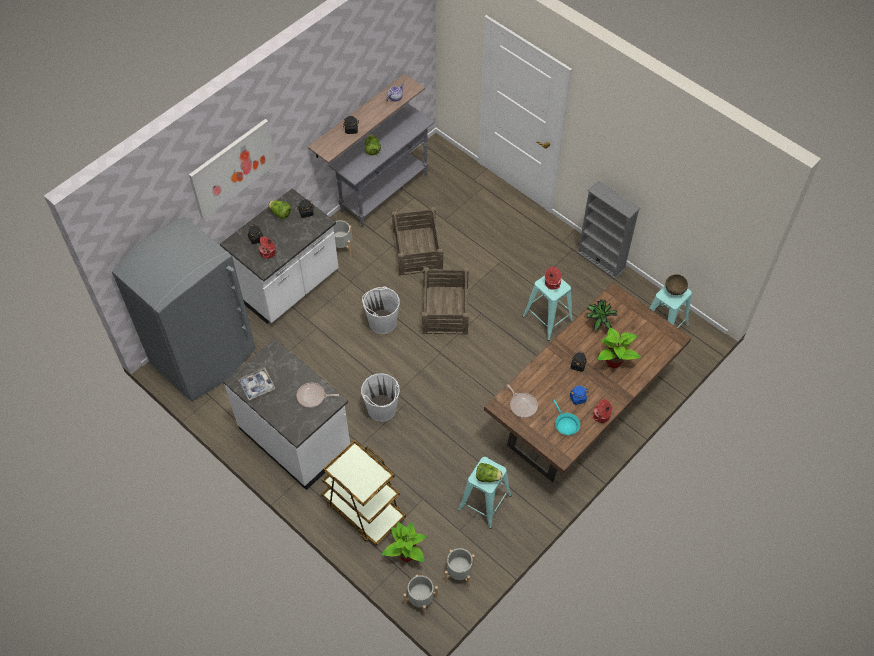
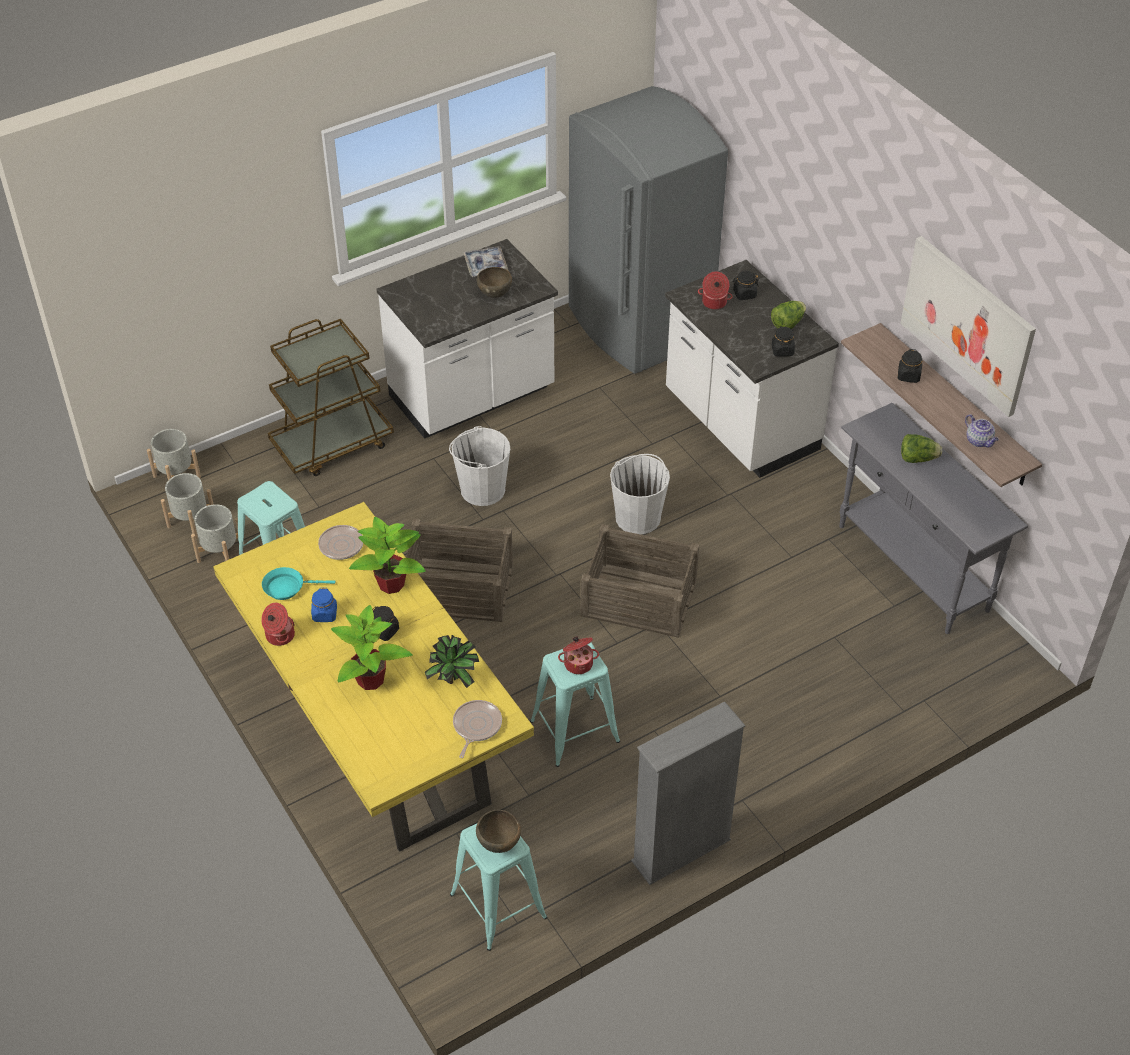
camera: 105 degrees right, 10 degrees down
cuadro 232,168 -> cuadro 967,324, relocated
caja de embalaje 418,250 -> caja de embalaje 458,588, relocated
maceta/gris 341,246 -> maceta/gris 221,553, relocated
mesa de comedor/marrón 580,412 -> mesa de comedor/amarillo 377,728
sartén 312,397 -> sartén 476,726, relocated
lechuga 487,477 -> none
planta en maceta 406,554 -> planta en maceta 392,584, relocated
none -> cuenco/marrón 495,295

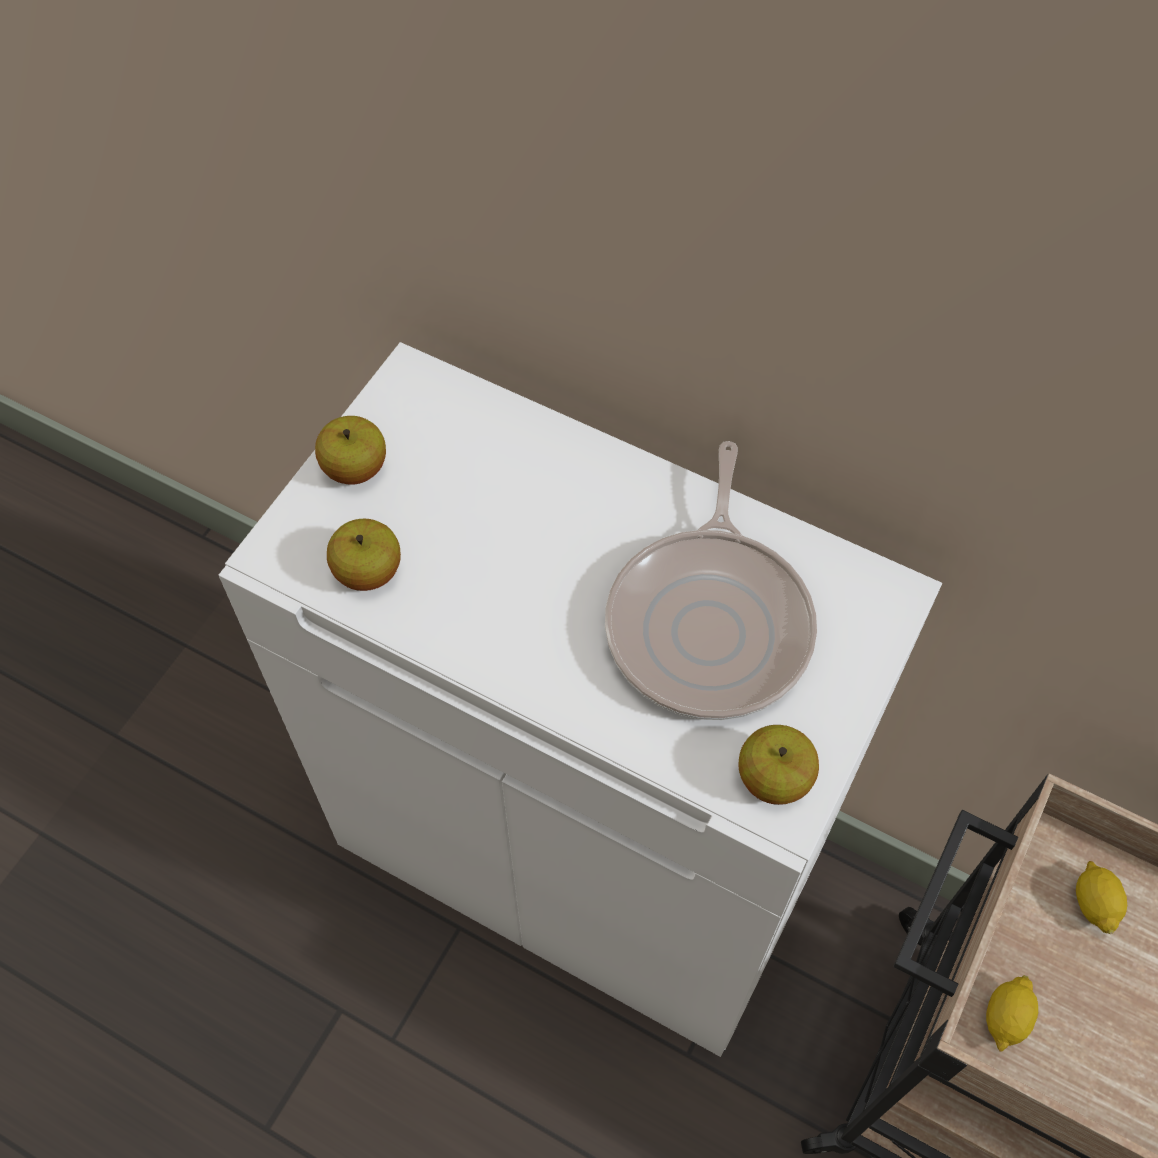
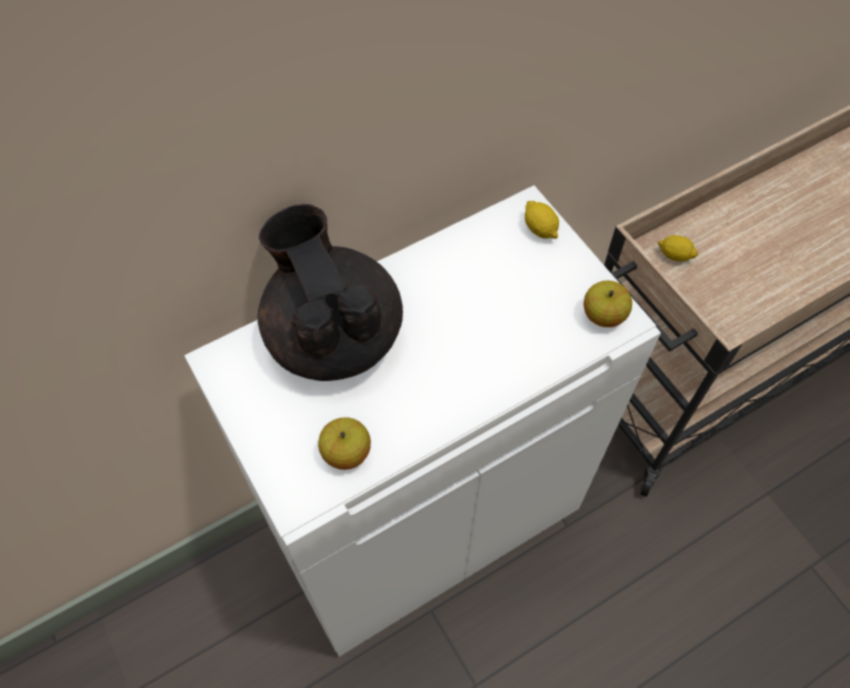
camera: 60 degrees left, 0 degrees up
manzana 355,468 -> none
sartén 711,622 -> none
limón 1005,1018 -> limón 540,229, relocated
none -> tetera/negro 333,335

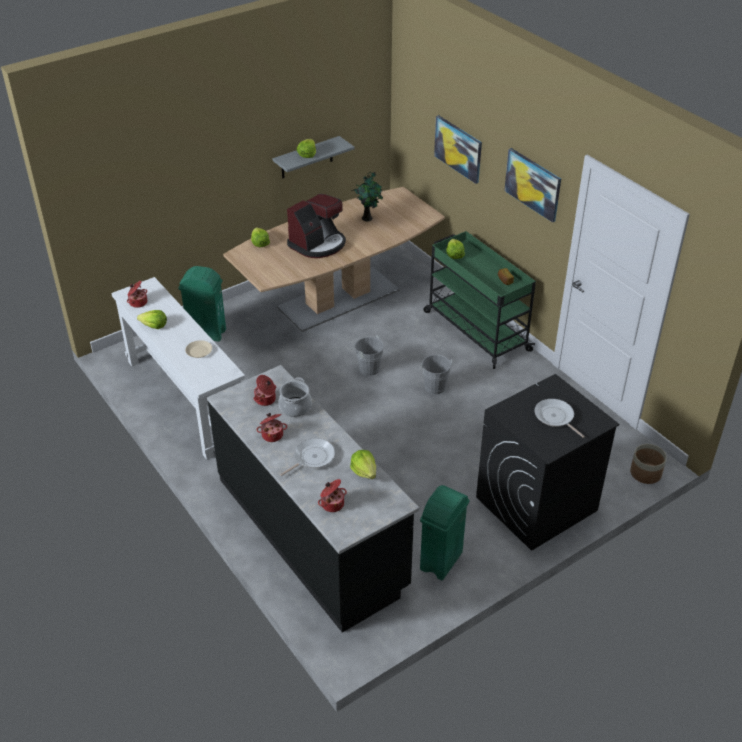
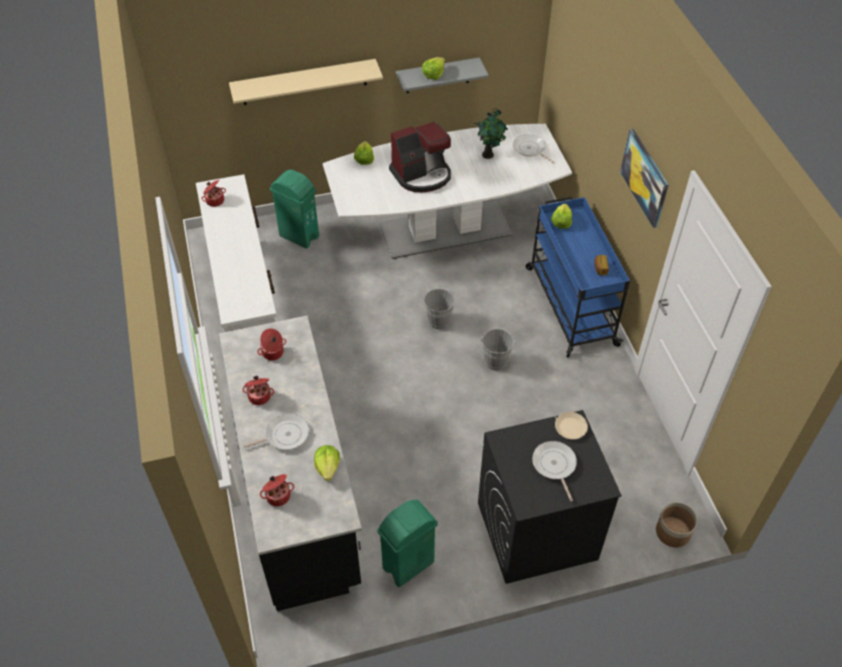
camera: 20 degrees right, 10 degrees up
cuadro 458,148 -> none
mesa de comedor/marrón 338,299 -> mesa de comedor/blanco 444,229
carrito/verde 475,330 -> carrito/azul 570,304
lechuga 154,326 -> none
plato/beis 198,351 -> plato/beis 570,427, relocated
olla 295,407 -> none
none -> estante/beis 304,82
none -> sartén 530,149

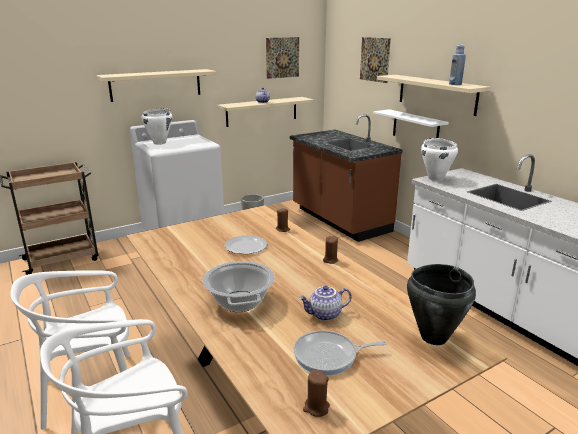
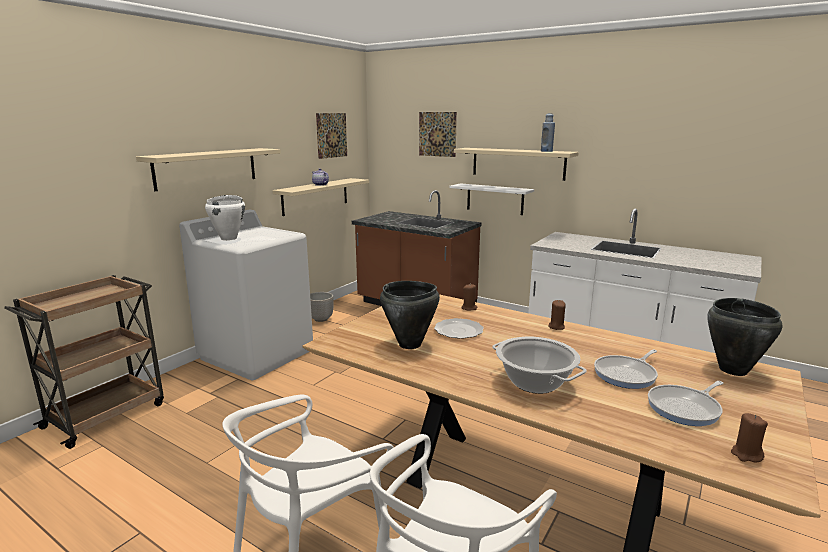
camera: 25 degrees left, 5 degrees down
olla/blanco 435,178 -> none
tetera 325,315 -> sartén 627,374
none -> olla/negro 410,344

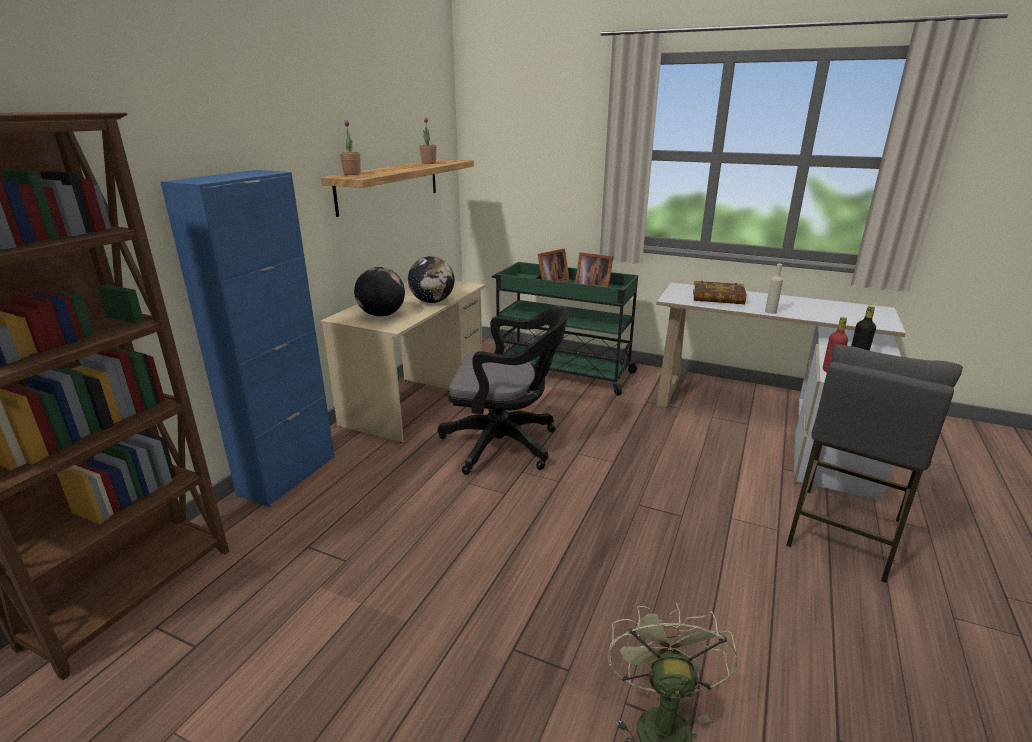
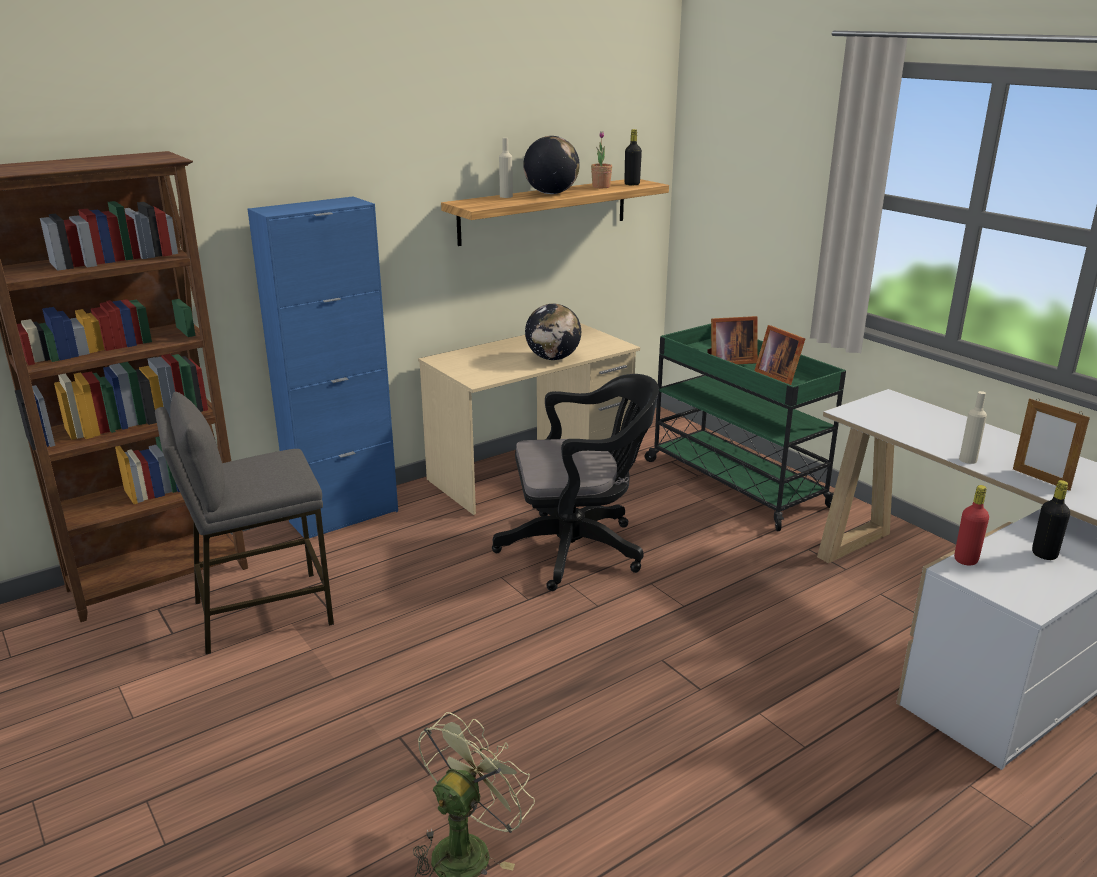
camera: 30 degrees right, 0 degrees up
planta en maceta 352,174 -> none
globo terráqueo 382,315 -> globo terráqueo 551,193, relocated
libro 718,297 -> none
silla de oficina/negro 506,445 -> silla de oficina/negro 578,549, 45 degrees counterclockwise
taburete/gris 842,532 -> taburete/gris 262,612, relocated
none -> botella/negro 632,184
none -> botella/beis 506,196
none -> portarretratos 1041,479

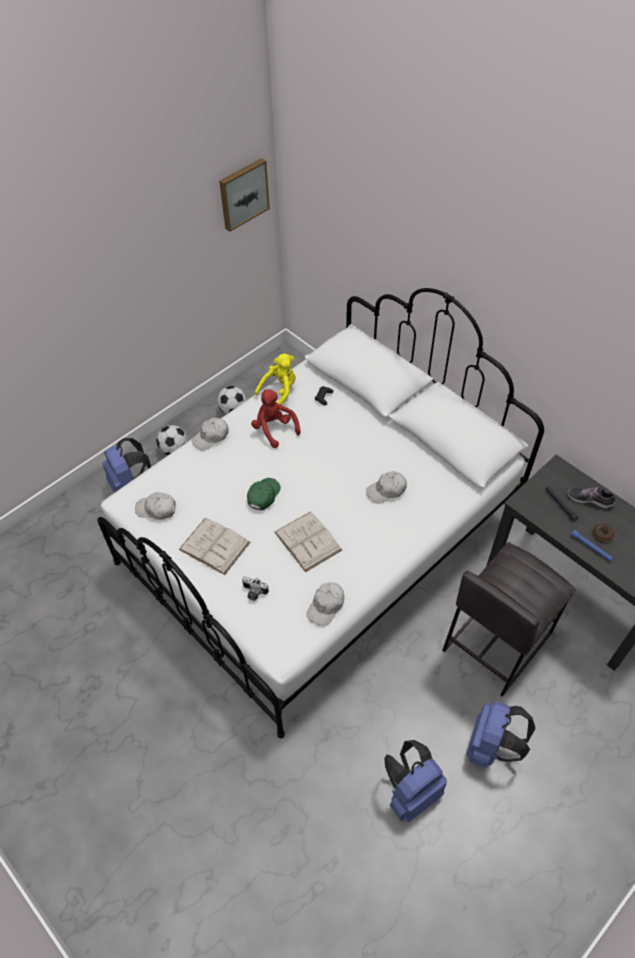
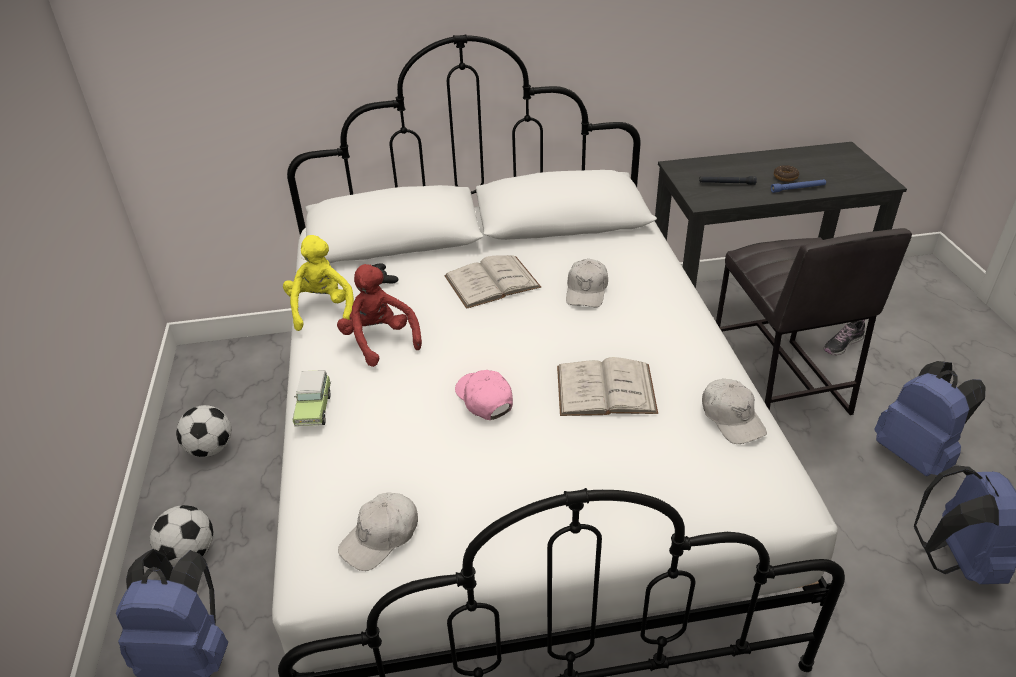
camera: 55 degrees left, 15 degrees down
cuadro 243,194 -> none
peluche/rojo 274,429 -> peluche/rojo 379,340, 60 degrees clockwise
gorra/blanco 211,437 -> coche de juguete 314,408
gorra/verde 263,496 -> gorra/rosa 484,399
zapato 589,499 -> zapato 842,344, relocated
libro/blanco 214,546 -> libro/blanco 492,281, relocated
cámara 253,593 -> none

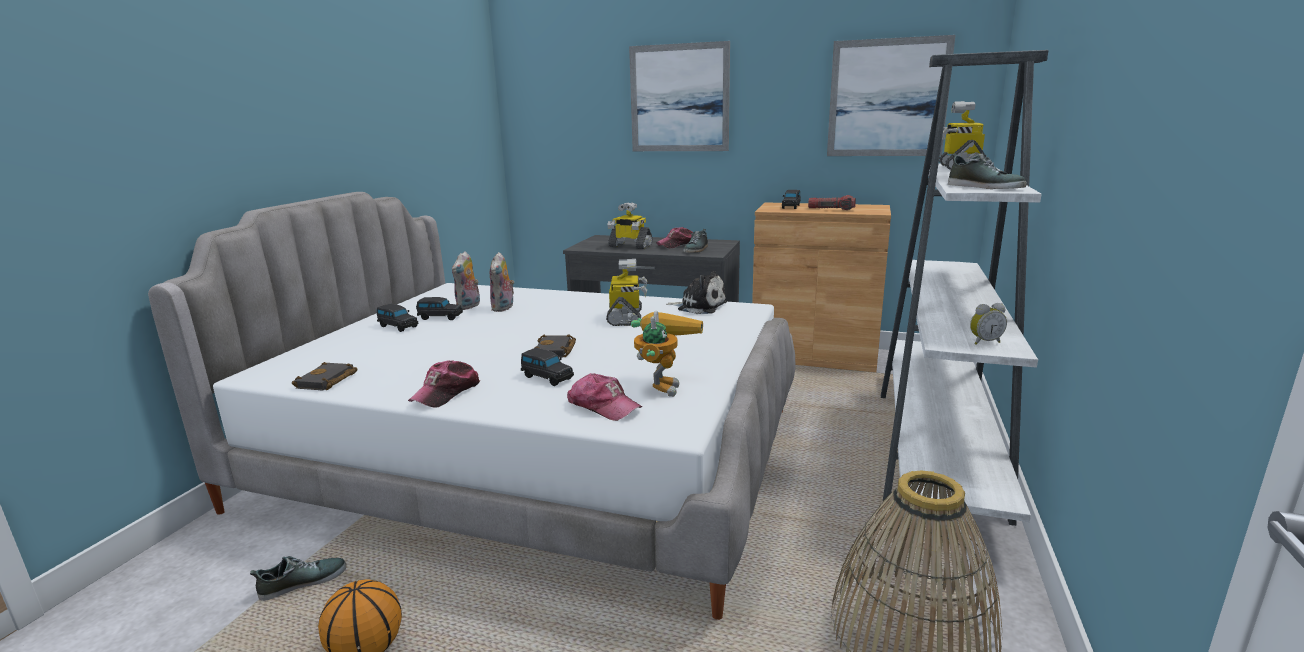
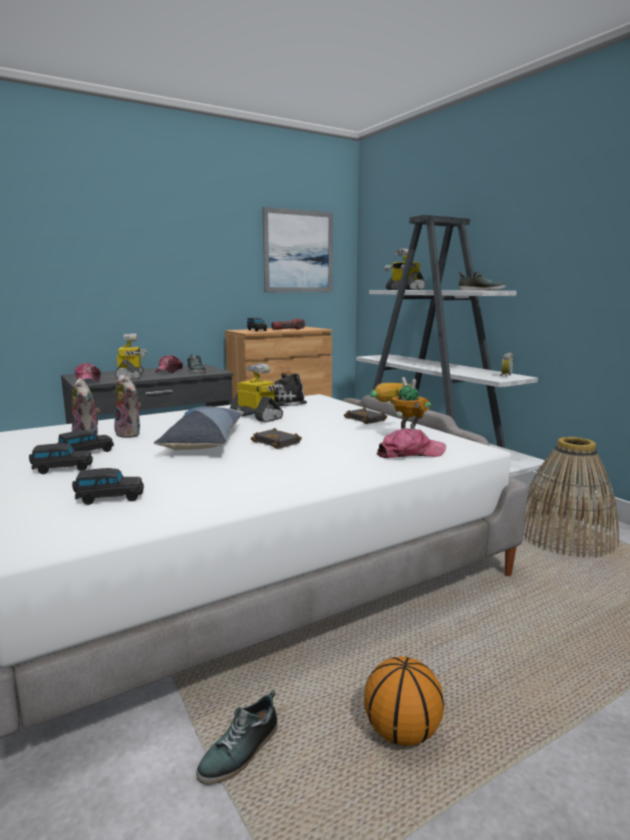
camera: 50 degrees left, 5 degrees down
cuadro 679,98 -> none
robot de juguete 629,246 -> robot de juguete 131,376, 75 degrees counterclockwise
coche de juguete/negro 546,377 -> coche de juguete/negro 109,498, relocated
gorra 446,393 -> gorra 88,380, relocated
libro/negro 327,381 -> libro/negro 367,419, relocated
zapato 303,582 -> zapato 240,751, 150 degrees counterclockwise
none -> cojín 203,441

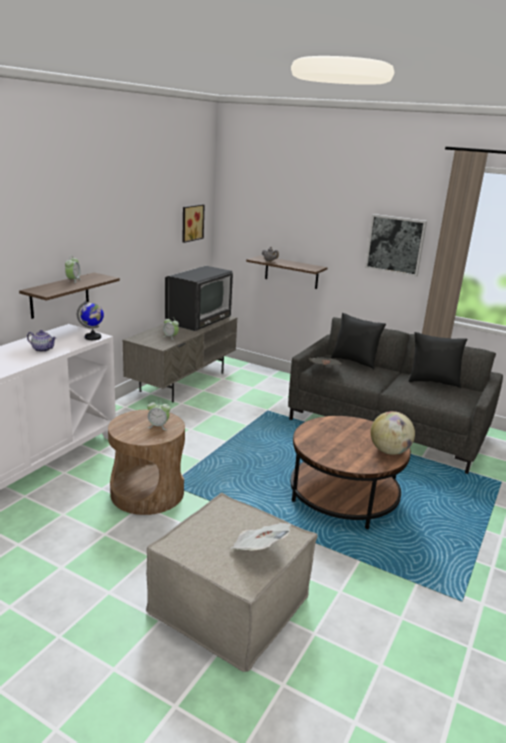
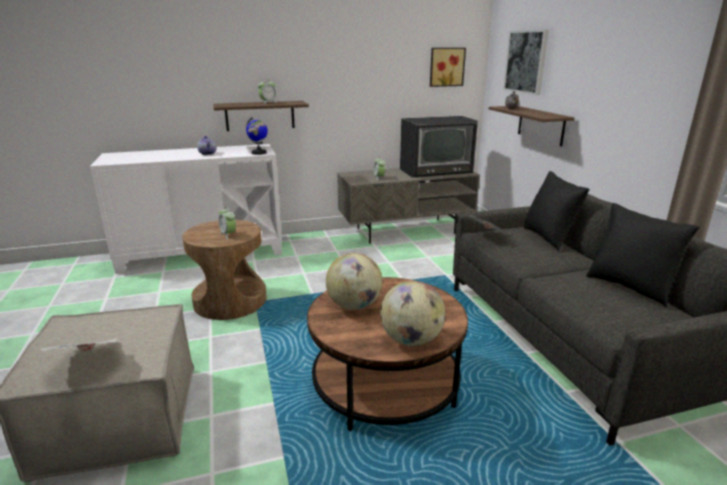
camera: 45 degrees right, 0 degrees up
cuadro 395,244 -> cuadro 526,61, relocated
none -> globo terráqueo 354,306

